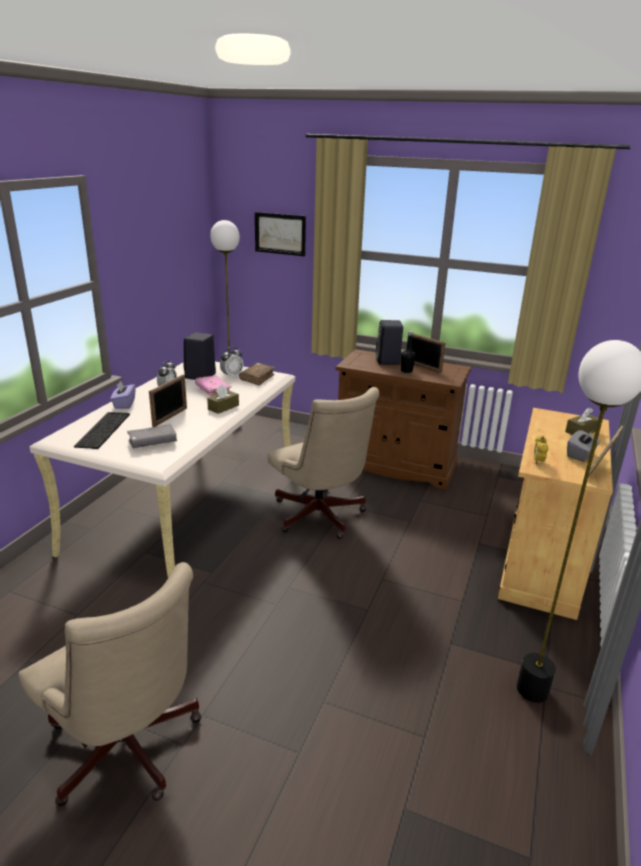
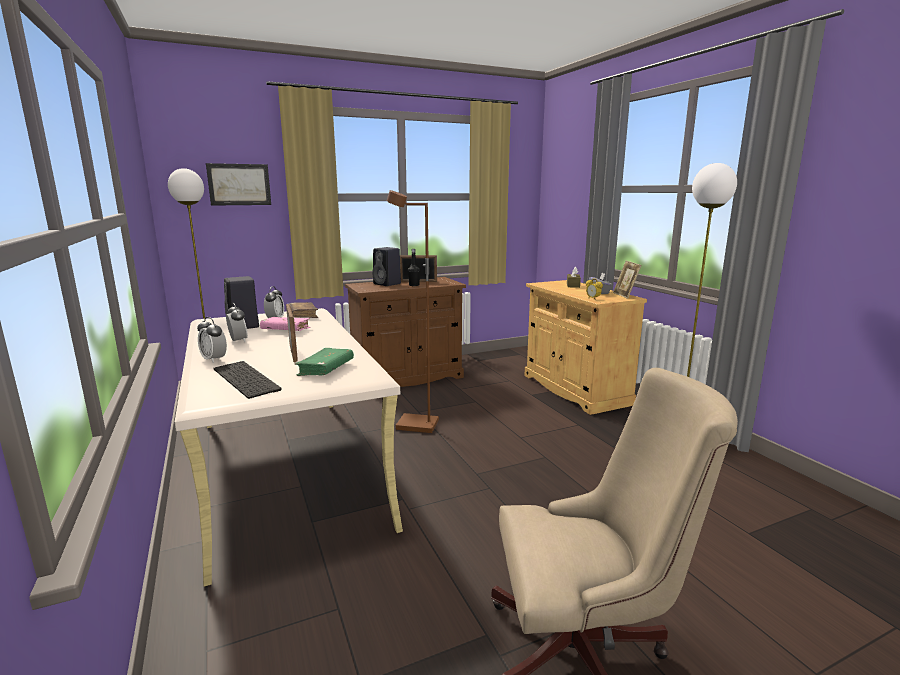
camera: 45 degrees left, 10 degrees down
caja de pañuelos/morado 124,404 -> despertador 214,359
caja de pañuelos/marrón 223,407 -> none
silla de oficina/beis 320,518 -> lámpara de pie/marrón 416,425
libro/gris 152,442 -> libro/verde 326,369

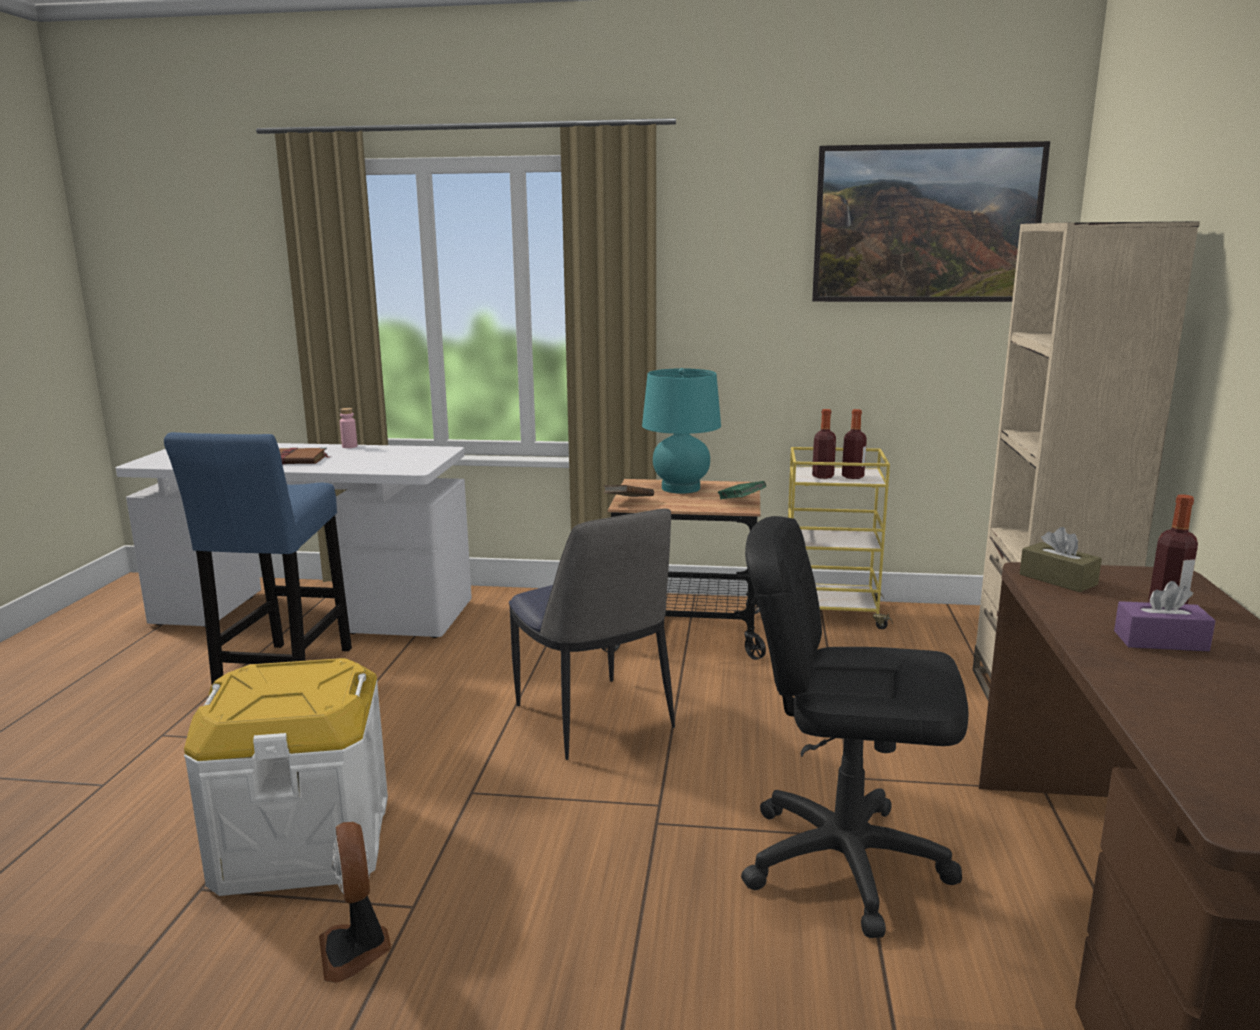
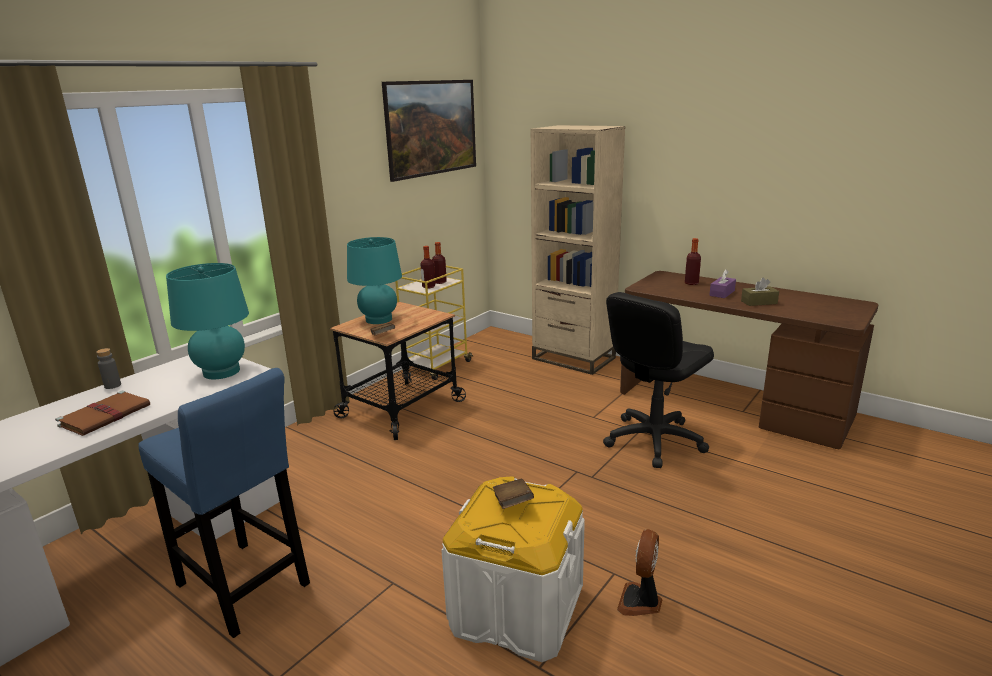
camera: 60 degrees left, 5 degrees up
botella/rosa 349,446 -> botella/gris 112,385
libro/verde 741,501 -> none
silla 595,719 -> none
caja de pañuelos/marrón 1058,579 -> caja de pañuelos/marrón 759,302, relocated
ventilador 356,949 -> ventilador 641,602, 105 degrees clockwise
none -> lámpara de mesa/turquesa 221,372
none -> libro/marrón 512,503

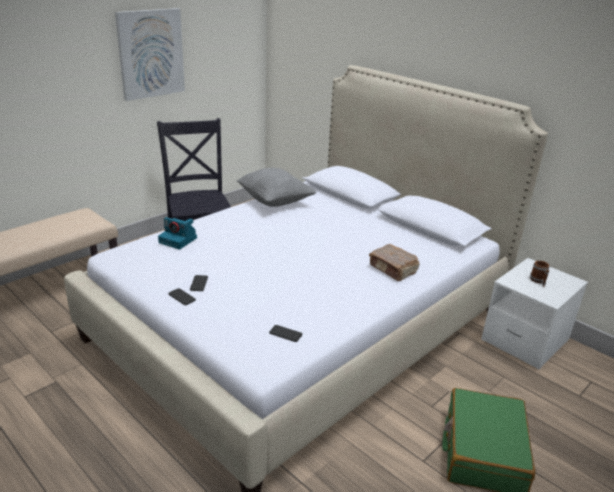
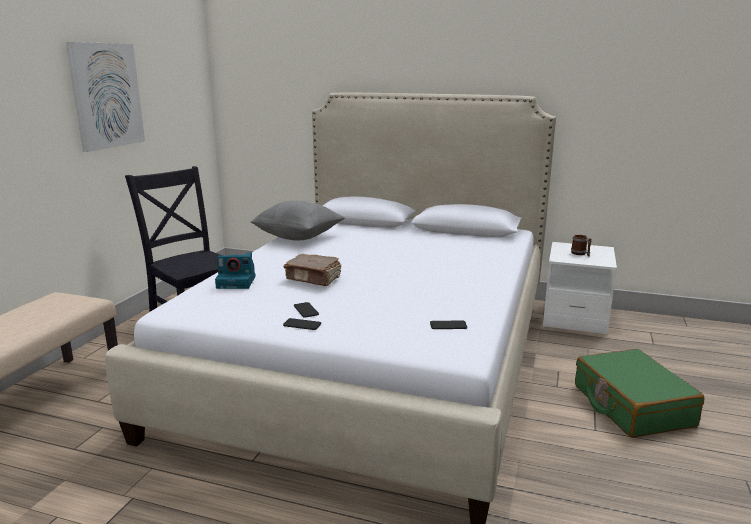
camera: 25 degrees left, 10 degrees down
libro/marrón 393,269 -> libro/marrón 313,279, relocated

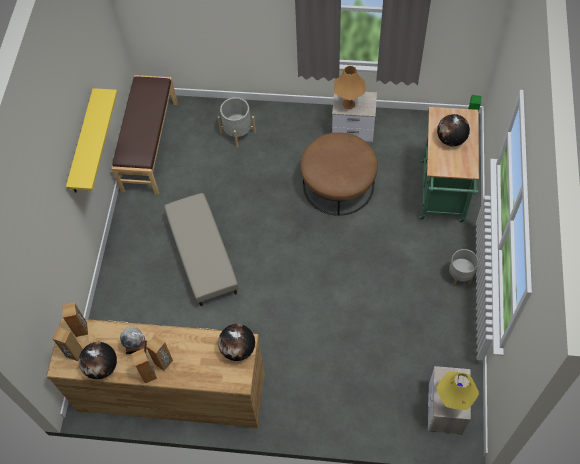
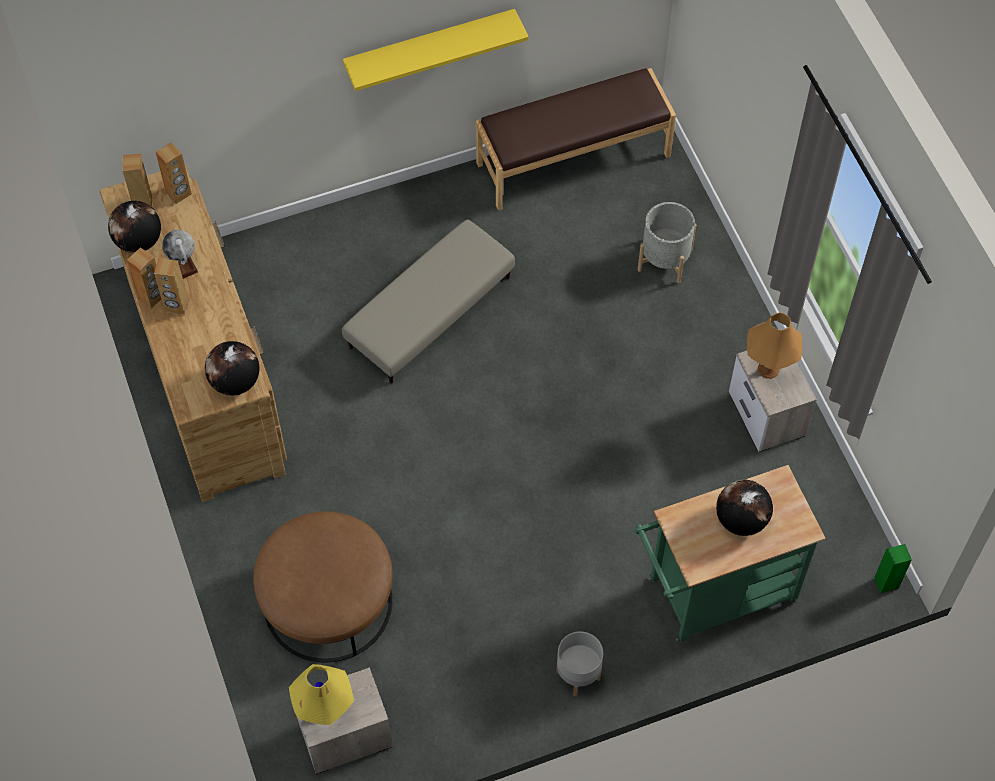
camera: 60 degrees right, 0 degrees up
puf/marrón 338,185 -> puf/marrón 327,601, relocated

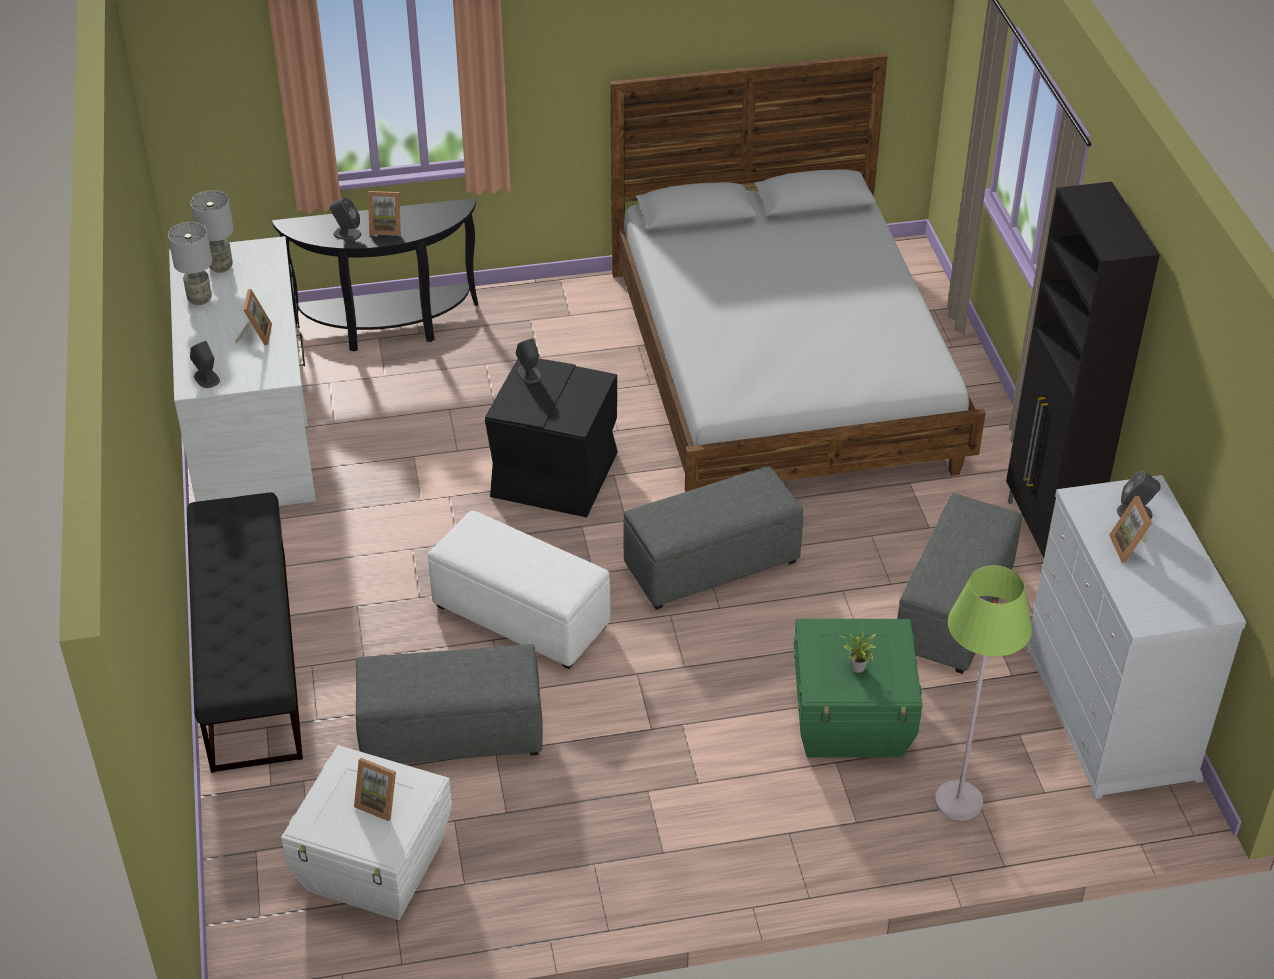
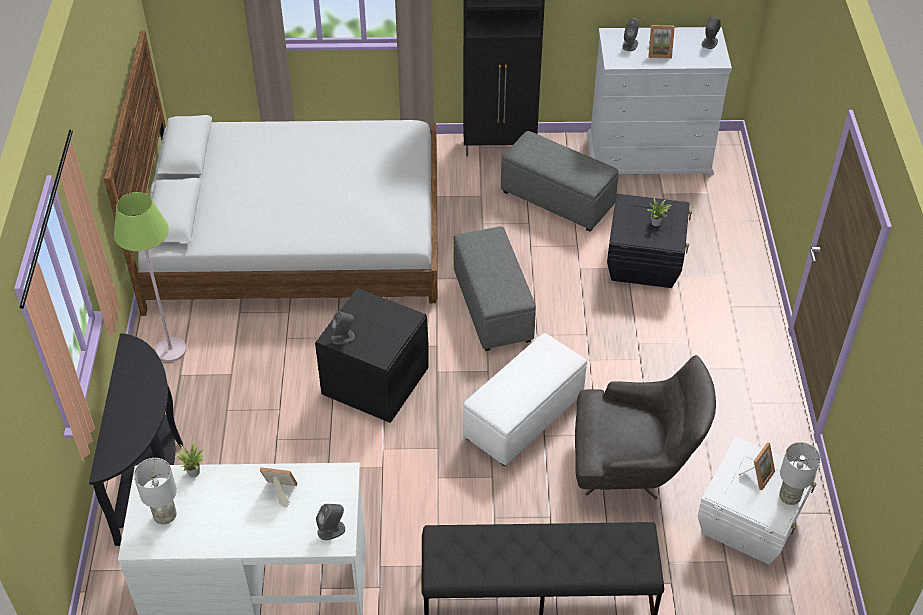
camera: 80 degrees left, 5 degrees up
portarretratos 386,228 -> none
altavoz/gris 347,234 -> altavoz/gris 709,42, relocated
lámpara de mesa/gris 200,299 -> lámpara de mesa/gris 789,497, relocated
lámpara de pie/verde 959,801 -> lámpara de pie/verde 171,350, relocated
caja de almacenaje/verde 852,721 -> caja de almacenaje/negro 644,262
puf/gris 450,734 -> sillón/gris 632,469
none -> planta en maceta 193,471

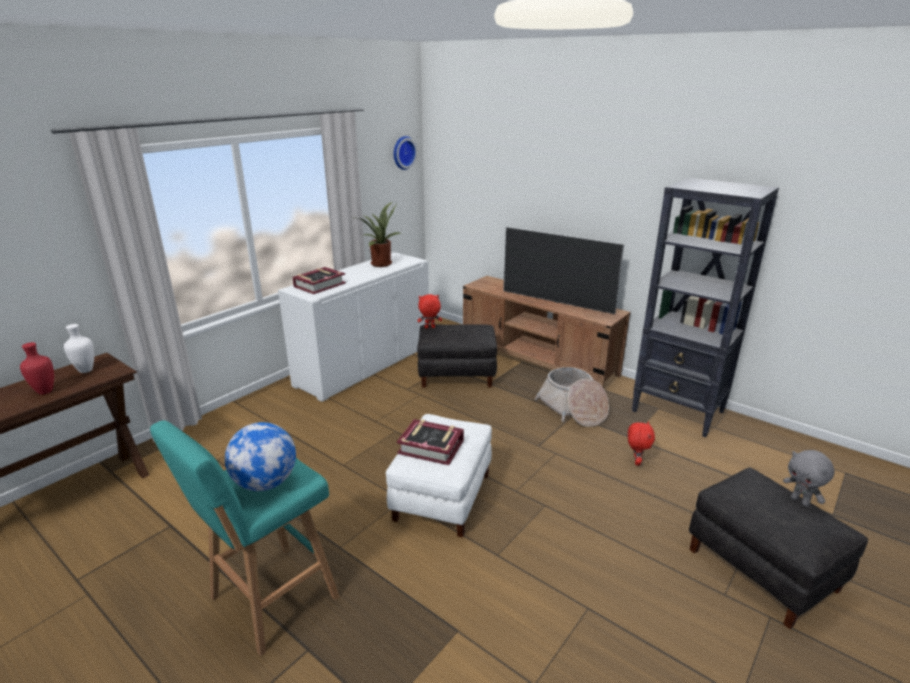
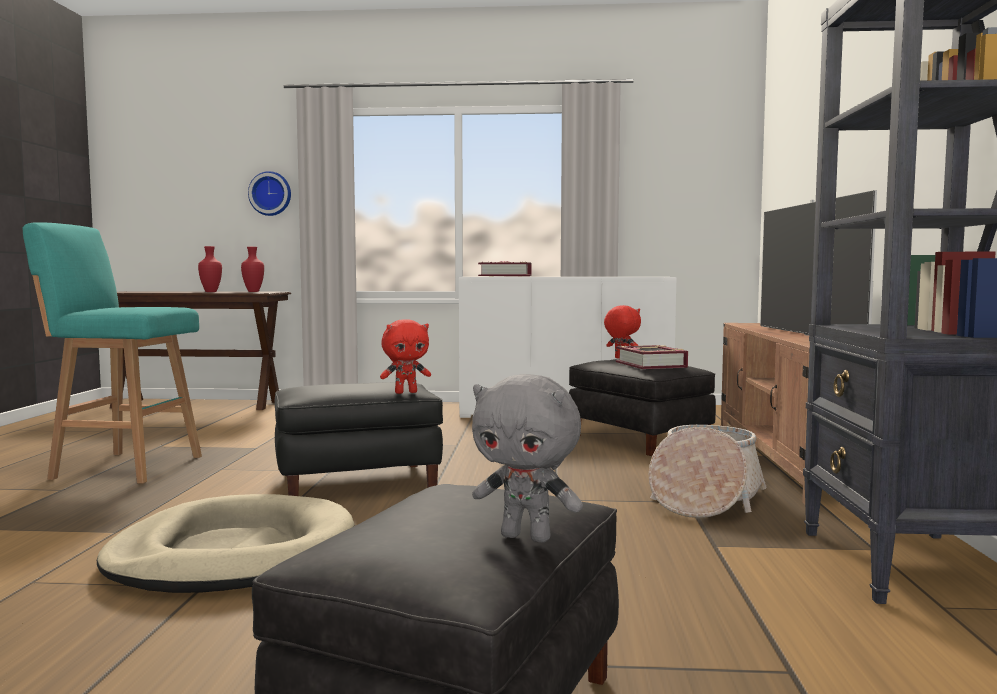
camera: 55 degrees right, 20 degrees down
reloj de pared 402,152 -> reloj de pared 271,194, relocated
planta en maceta 380,263 -> none
florero/blanco 86,371 -> florero/rojo 252,291
puf/blanco 442,496 -> puf/negro 358,482
libro 431,447 -> libro 651,365, relocated
peluche/rojo 636,461 -> peluche/rojo 406,392, relocated
globo terráqueo 265,483 -> none
peluche/gris 800,501 -> peluche/gris 527,537, 90 degrees counterclockwise
none -> cama para perro/beis 232,554

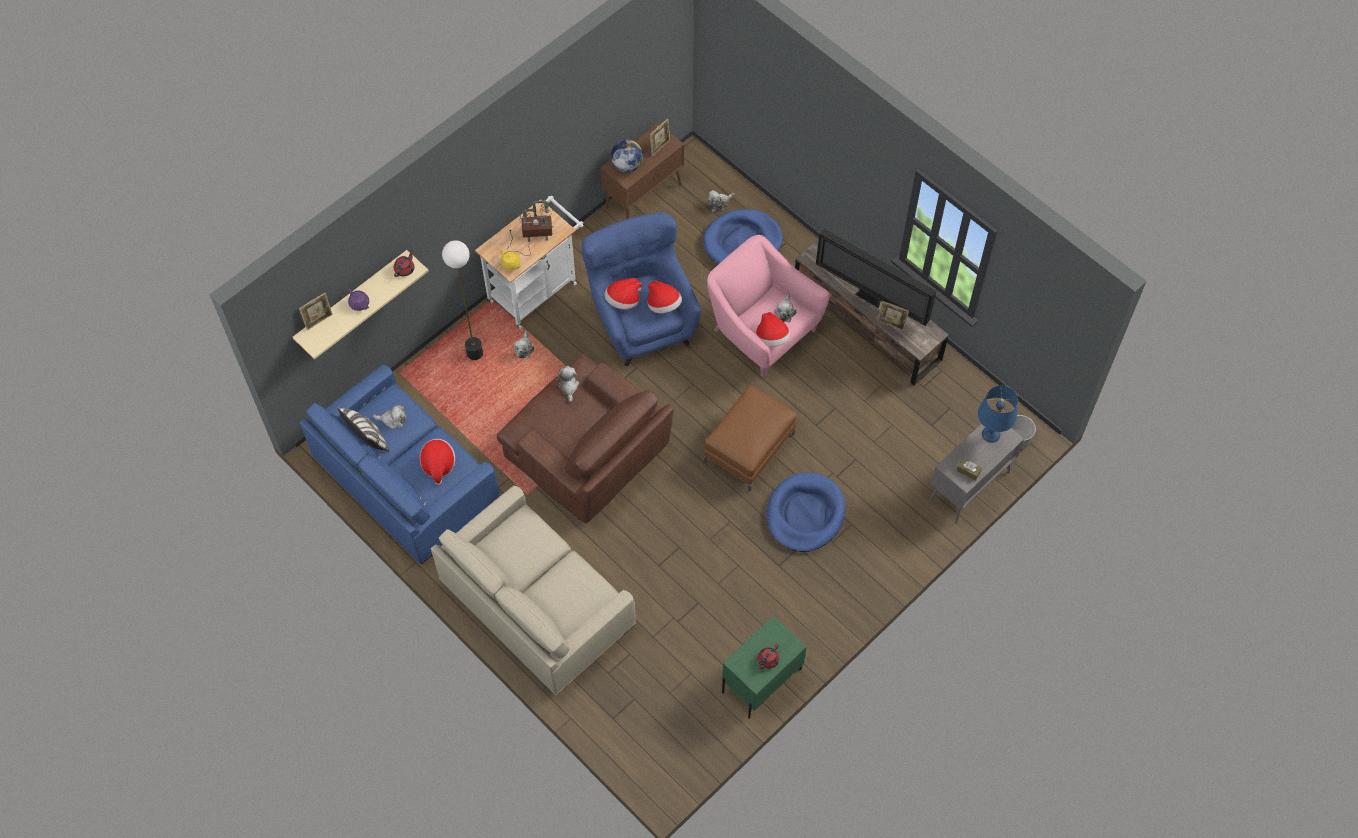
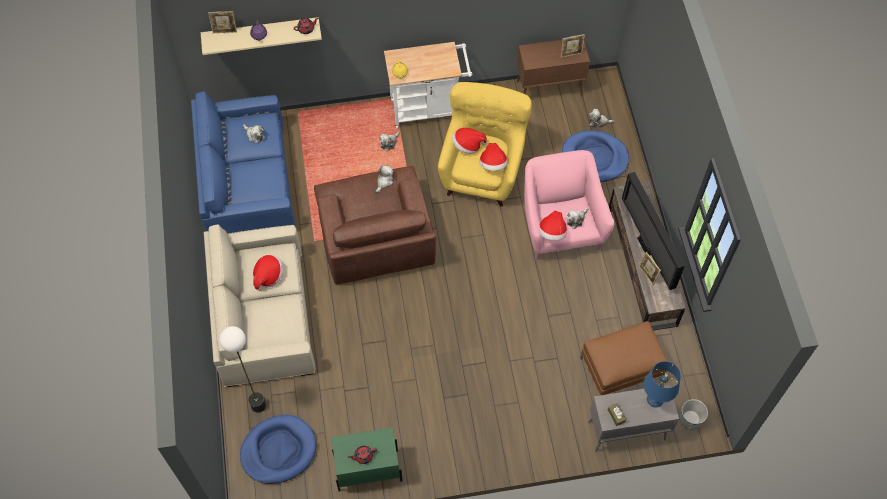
camera: 35 degrees right, 0 degrees up
globo terráqueo 627,165 -> none
lámpara de mesa 533,235 -> none
sillón/azul 642,321 -> sillón/amarillo 482,171
lámpara de pie 474,353 -> lámpara de pie 258,405, relocated
puf/marrón 749,448 -> puf/marrón 621,368, relocated
cojín 368,439 -> none
sombrero 438,465 -> sombrero 268,276, relocated
cama para perro/azul 805,514 -> cama para perro/azul 278,450, relocated

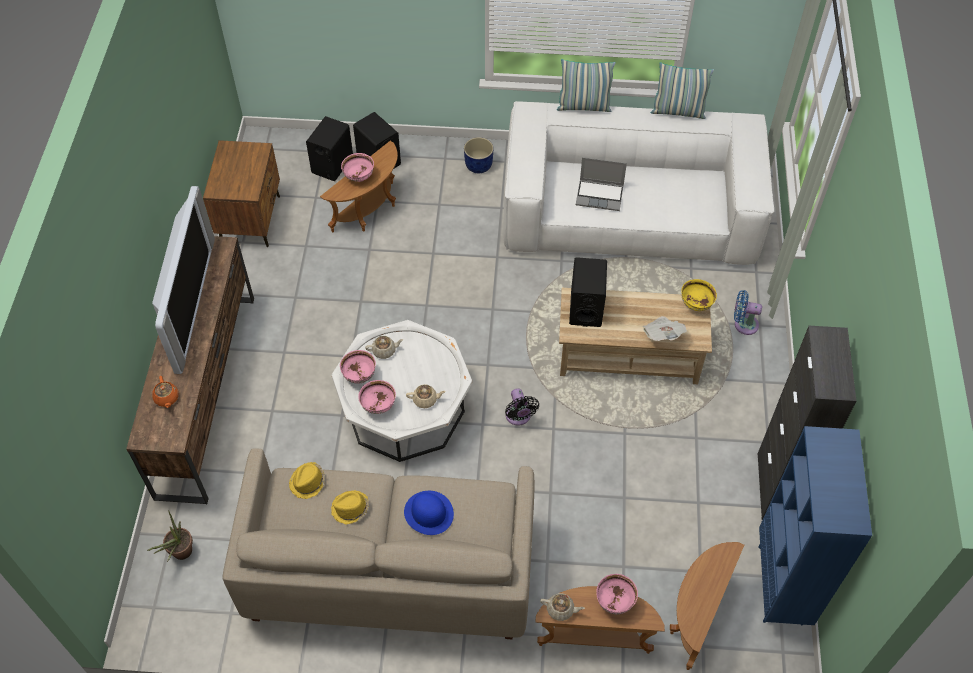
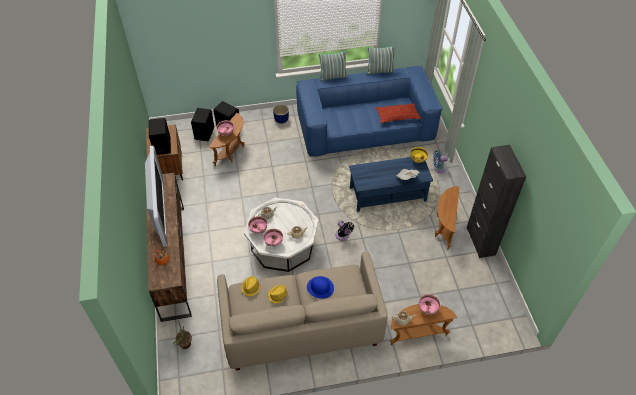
camera: 15 degrees left, 5 degrees down
sofá/blanco 630,212 -> sofá/azul 365,127
portátil 600,195 -> none
altavoz/negro 586,308 -> altavoz/negro 162,146, relocated
mesa de centro/beis 629,354 -> mesa de centro/azul 388,194
estantería/azul 781,585 -> none
mesa auxiliar/marrón 695,616 -> mesa auxiliar/marrón 443,227, relocated
none -> cojín 397,115

